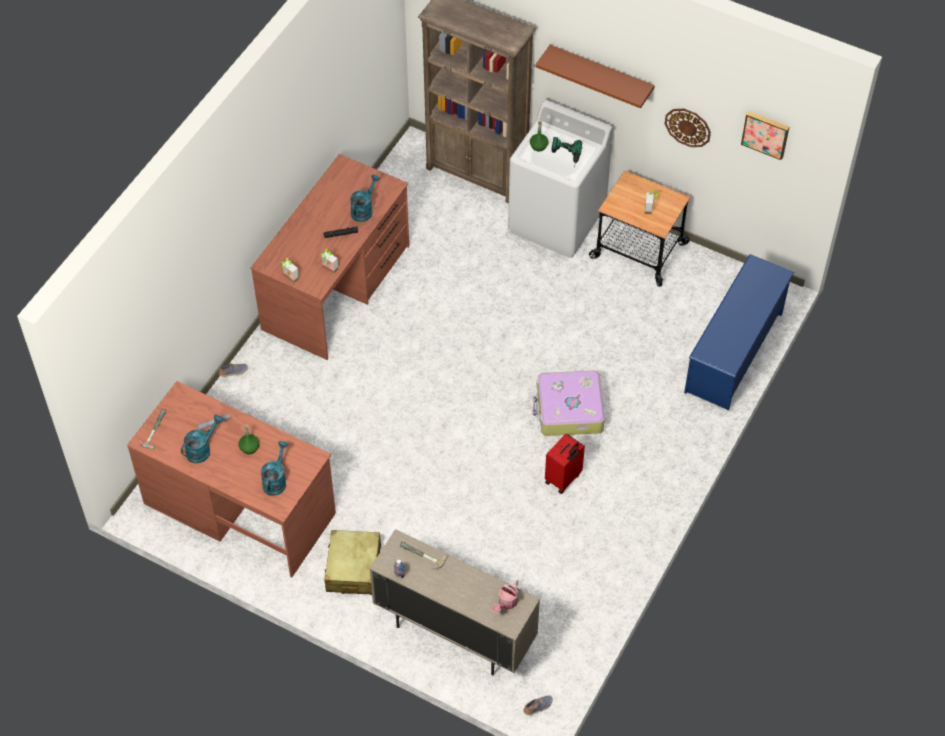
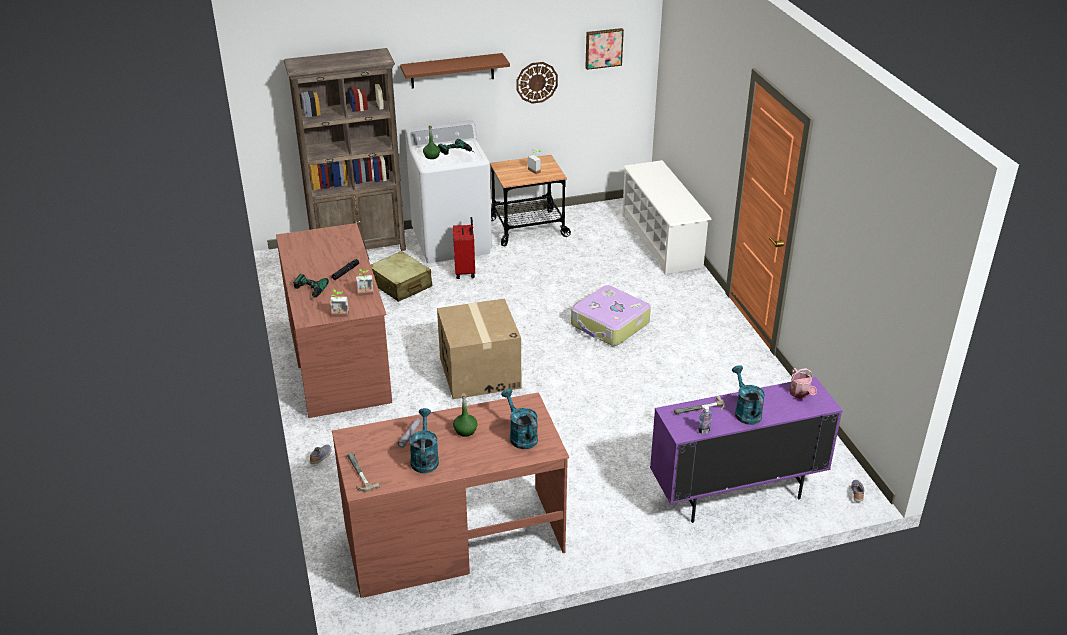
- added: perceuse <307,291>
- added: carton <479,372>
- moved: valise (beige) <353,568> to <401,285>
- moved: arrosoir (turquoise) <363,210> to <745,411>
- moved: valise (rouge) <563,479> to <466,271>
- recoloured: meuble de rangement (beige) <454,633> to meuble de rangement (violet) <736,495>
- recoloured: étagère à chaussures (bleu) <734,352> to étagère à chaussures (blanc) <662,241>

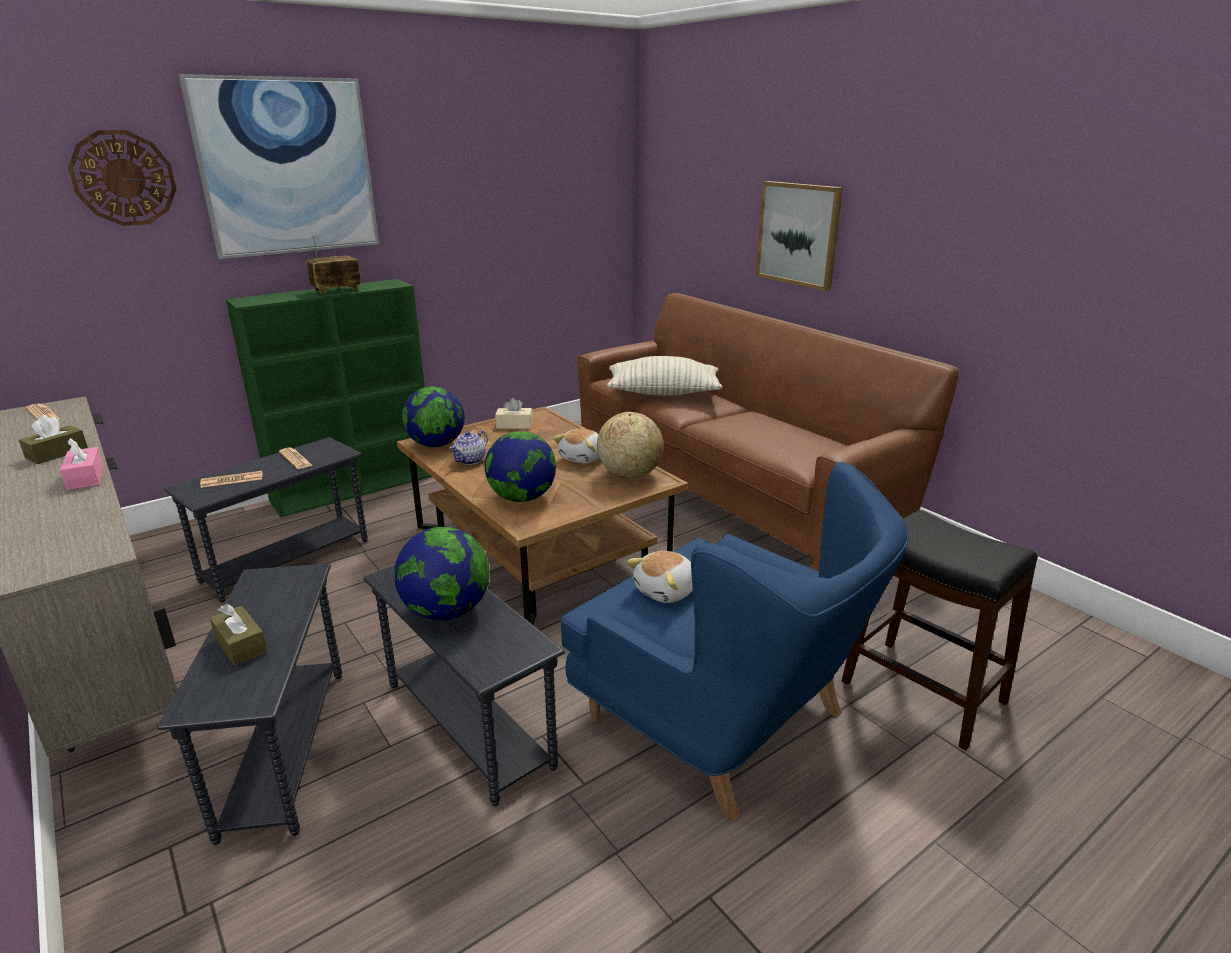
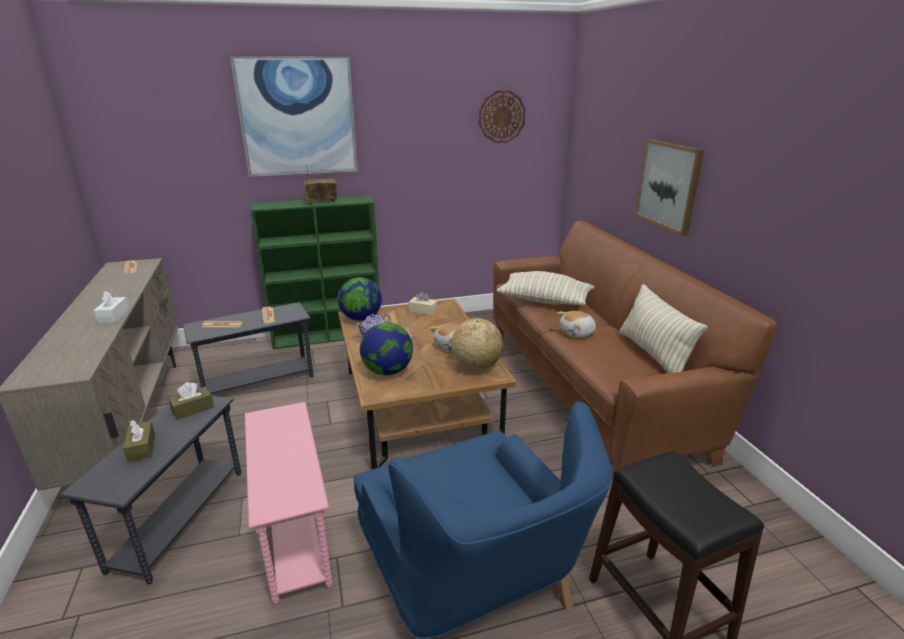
- removed: globe <446,611>
- added: coussin <653,355>
- moved: boîte à mouchoirs (marron) <57,453> to <193,409>
- moved: horloge murale <124,178> to <501,117>
- moved: peluche <667,591> to <577,333>
- recoloured: boîte à mouchoirs (rose) <86,478> to boîte à mouchoirs (blanc) <113,316>
- recoloured: table d'appoint (gris) <467,725> to table d'appoint (rose) <293,534>

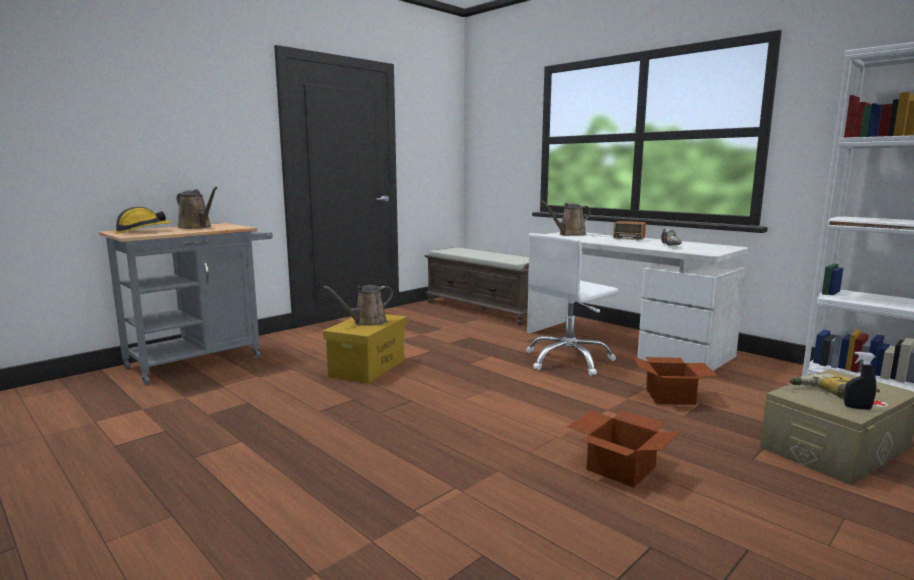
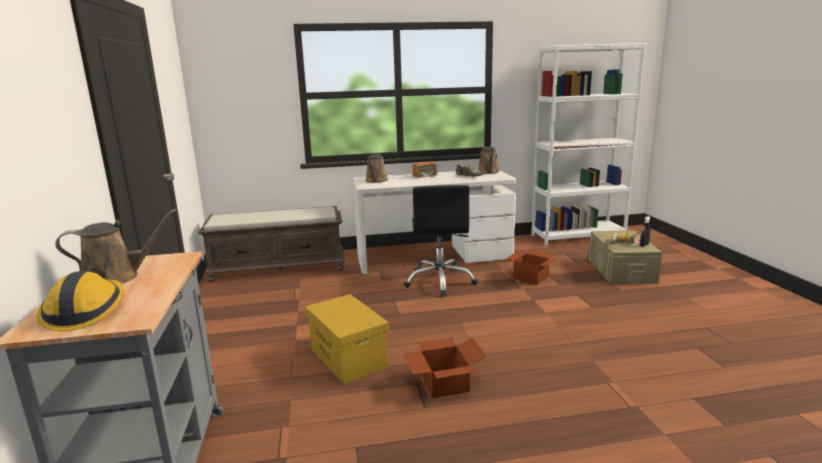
- moved: arrosoir (marron) <367,322> to <488,172>
- moved: carton <620,467> to <443,383>
- recoloured: chaise de bureau (blanc) <568,360> to chaise de bureau (noir) <440,281>

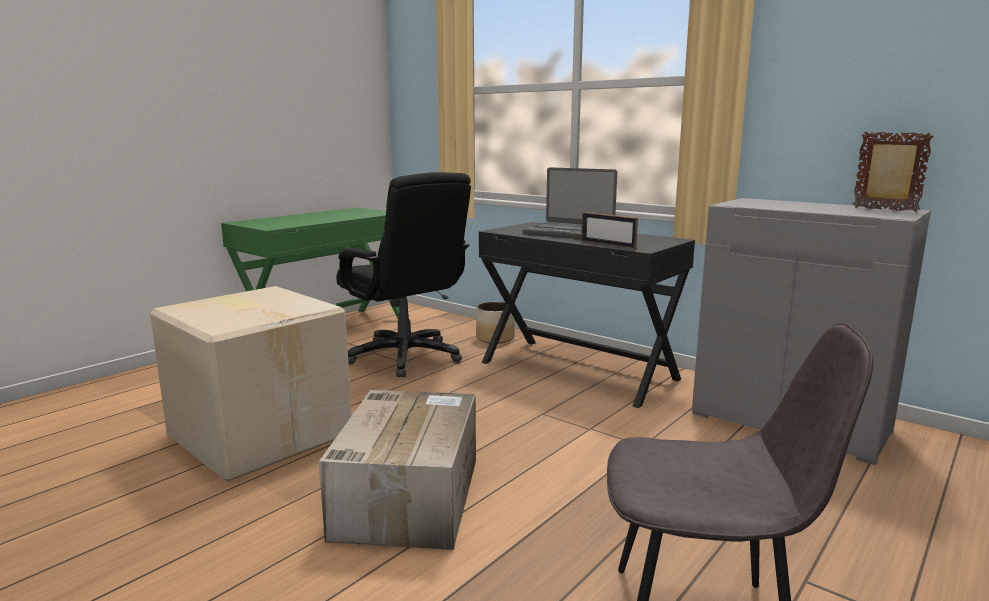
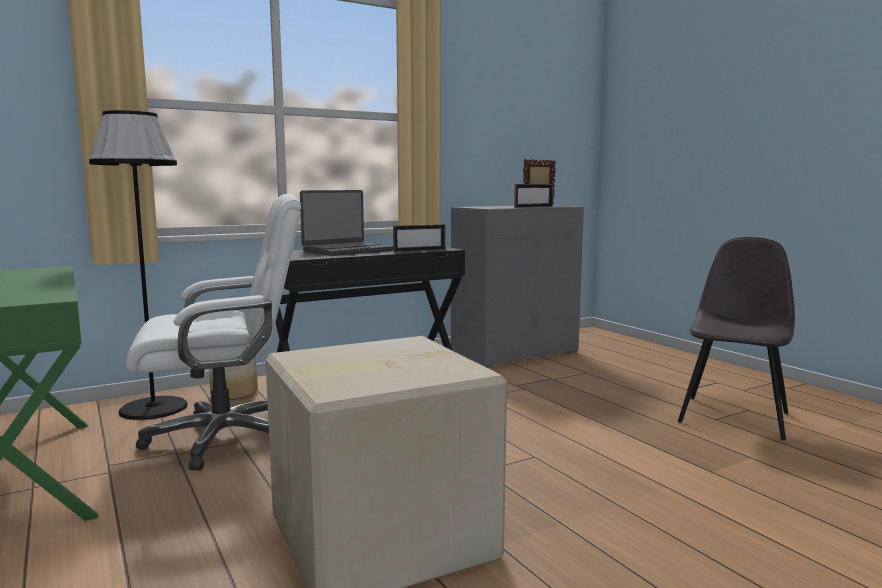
- removed: carton <408,495>
- added: lampadaire (noir) <153,408>
- added: cadre photo <533,207>
- recoloured: chaise de bureau (noir) <406,357> to chaise de bureau (blanc) <224,438>

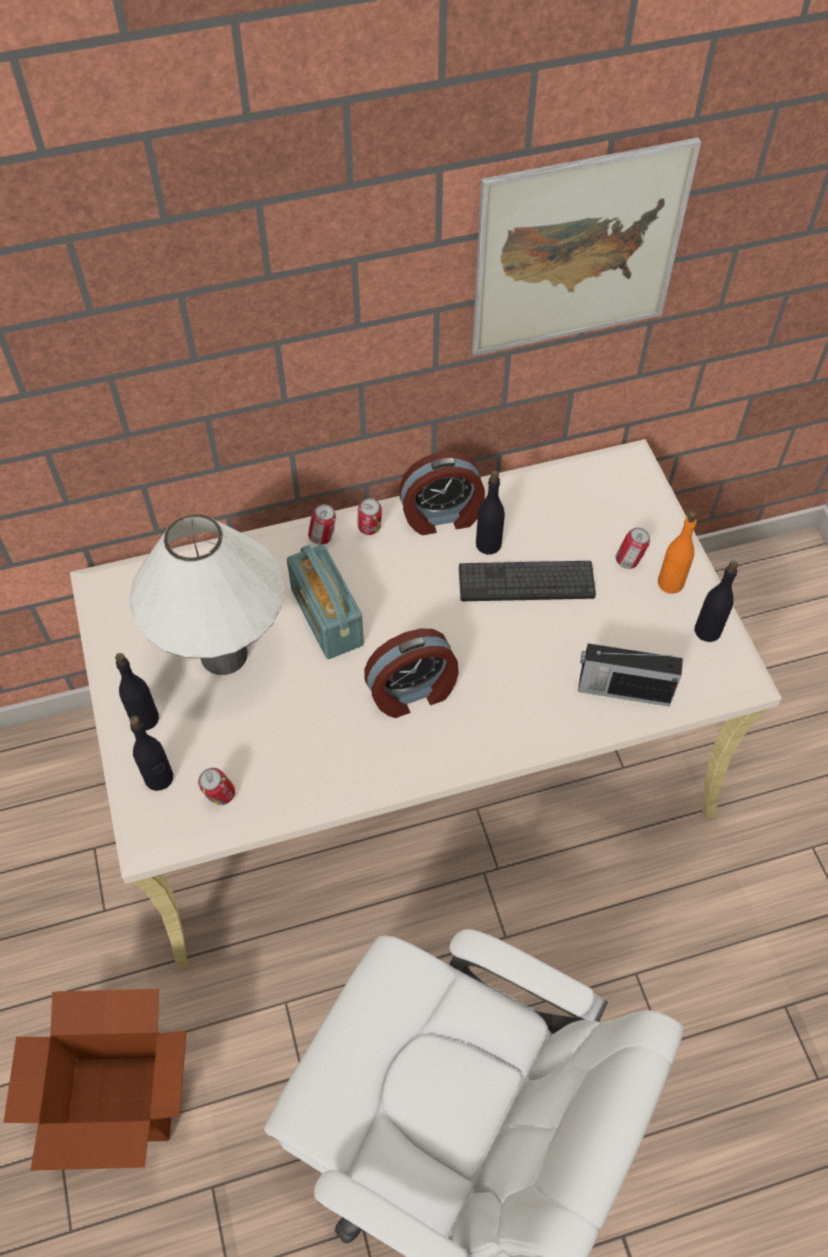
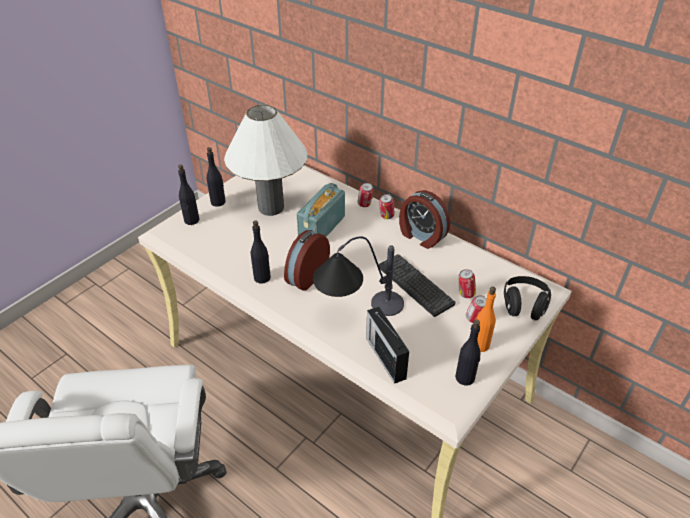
- removed: carton <121,1099>
- removed: tableau <578,250>
- added: lampe de table <357,314>
- added: casque audio (noir) <524,306>
- moved: boîte métallique <220,796> to <465,294>
- moved: bouteille (noir) <488,544> to <262,277>
- turned: réveil <412,693> = <306,276> 90 degrees clockwise

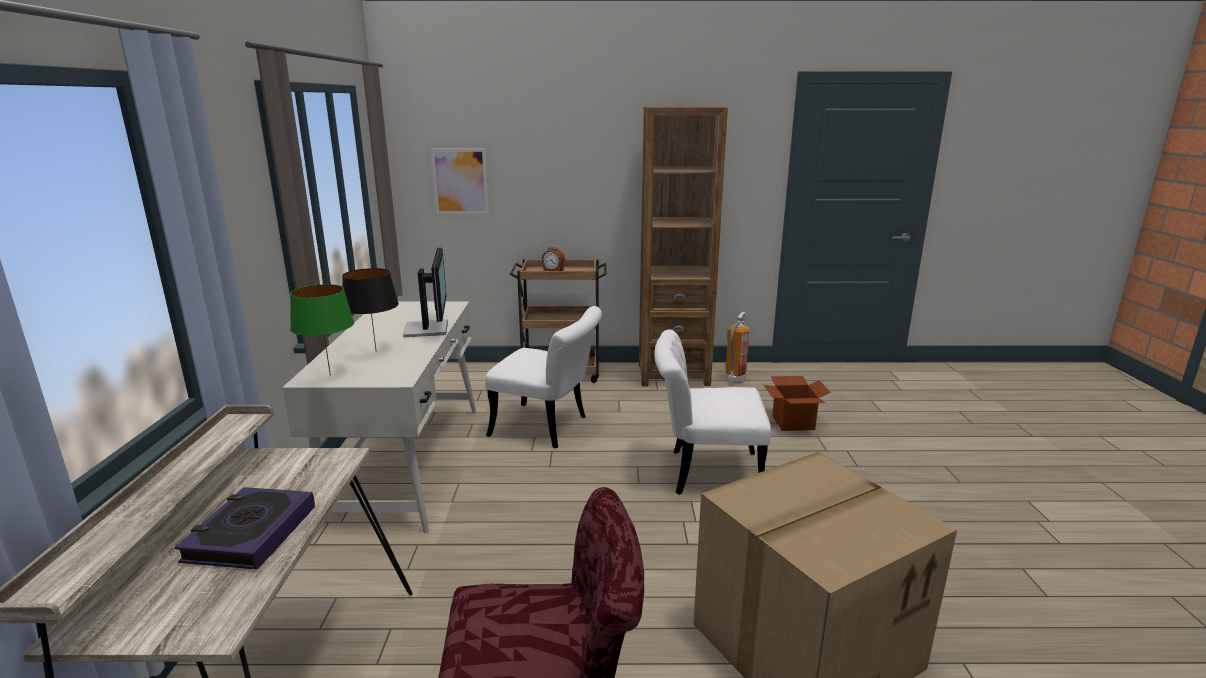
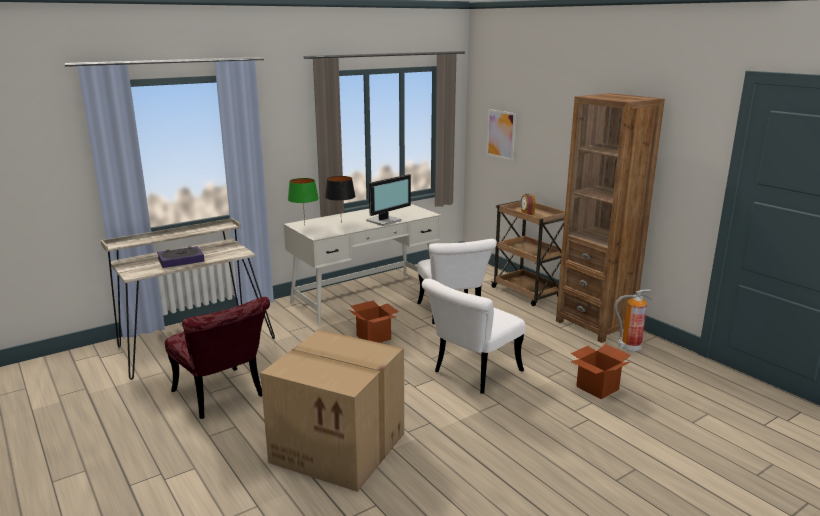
- added: carton <373,337>
- turned: chaise (blanc) <704,473> = <472,374> 105 degrees counterclockwise

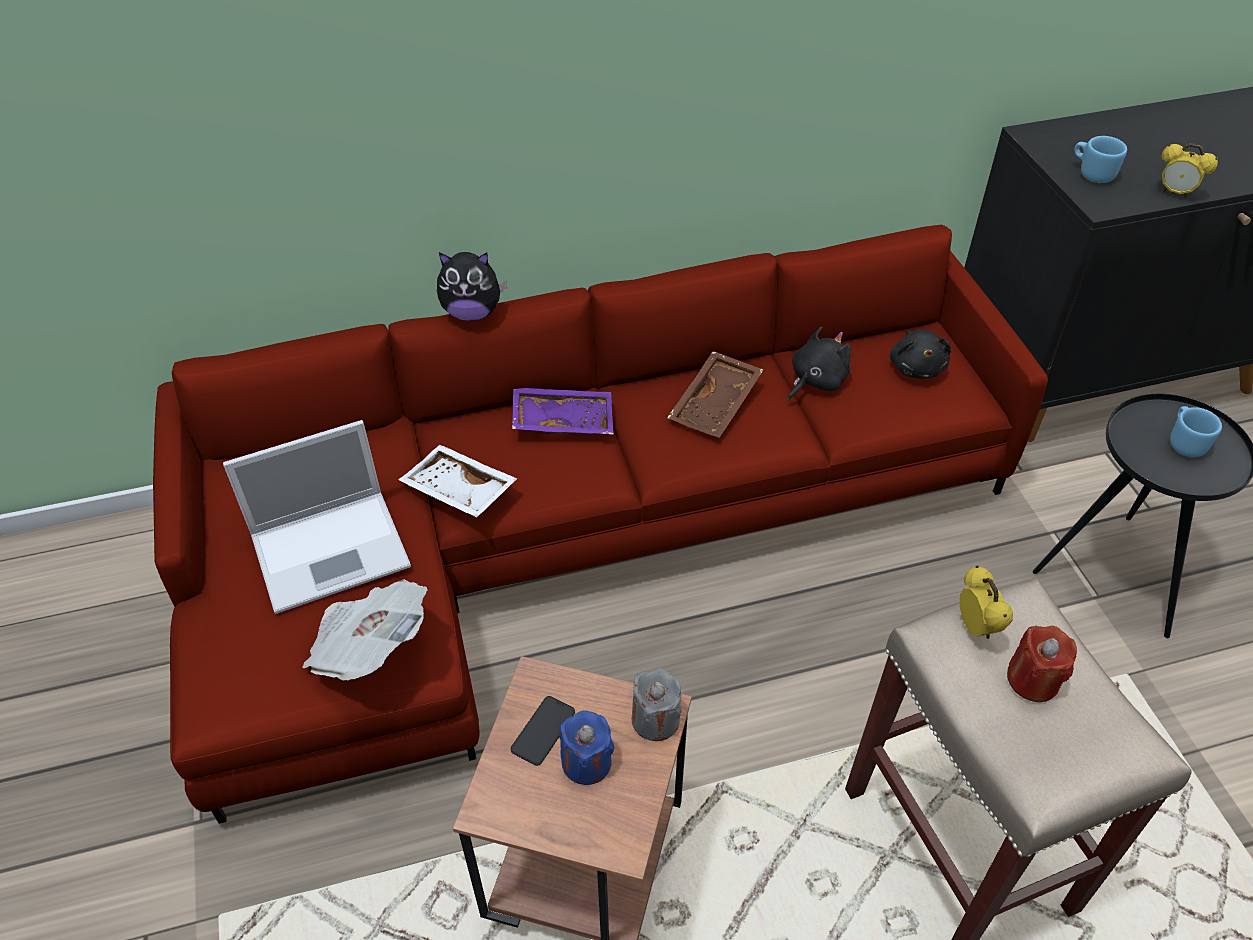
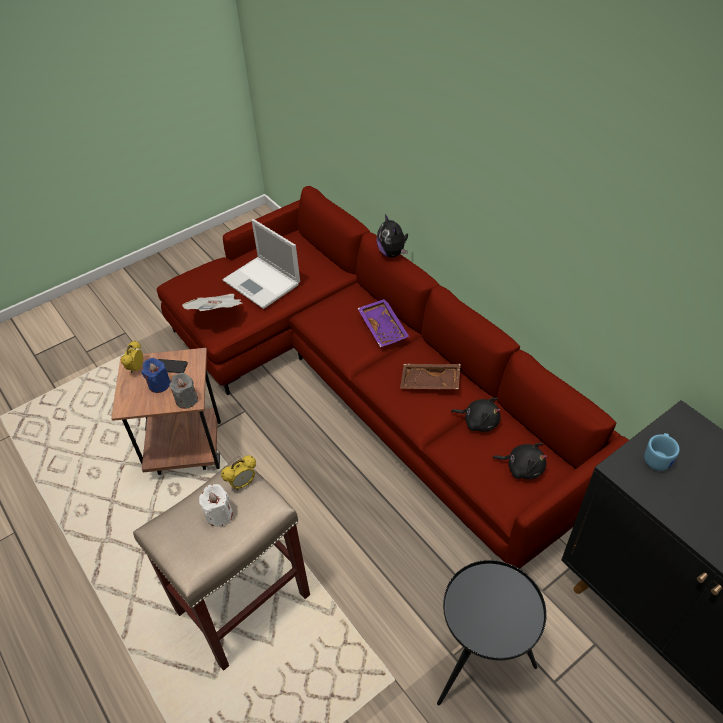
- removed: plateau (blanc) <457,491>
- removed: mug (bleu) <1185,442>
- moved: réveil <1175,193> to <136,368>
- recoloured: bougie (rouge) <1032,680> to bougie (blanc) <219,514>
- turned: peluche (noir) <916,367> = <522,467> 135 degrees counterclockwise

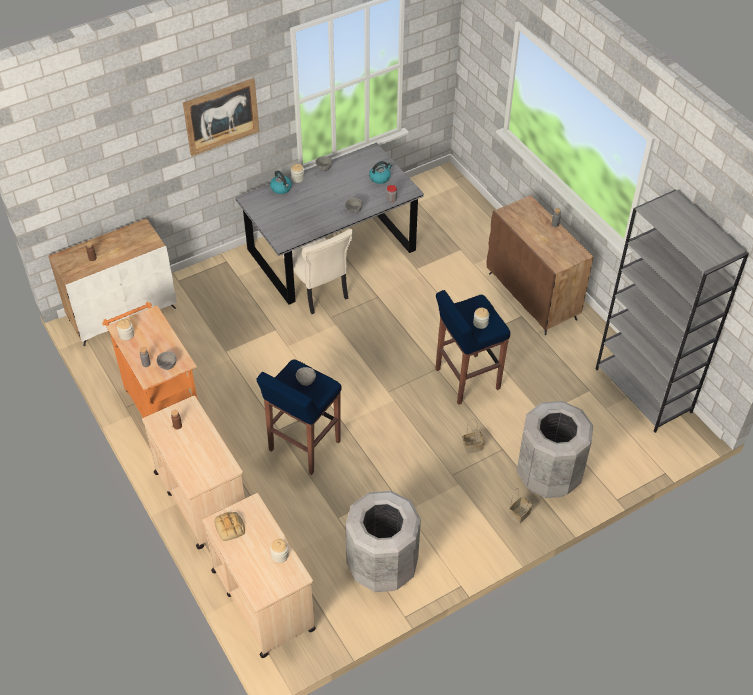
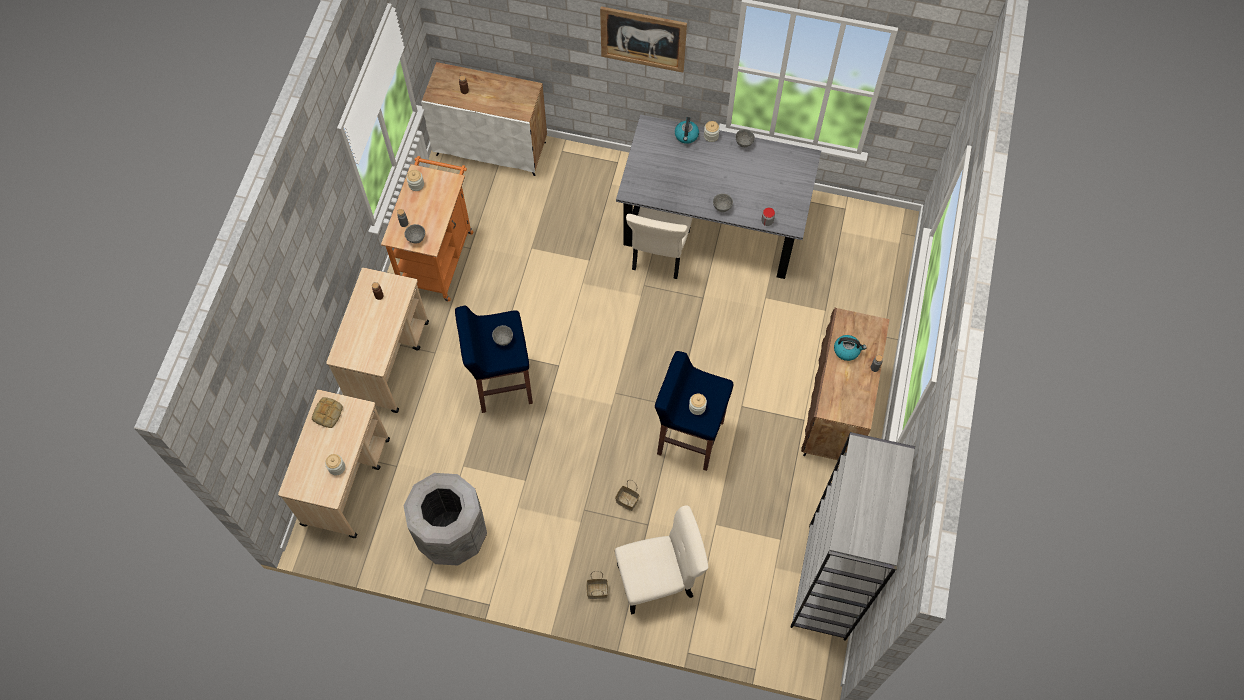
- moved: bouilloire <380,178> to <847,350>
- replaced: poubelle (gris) <548,474> to chaise (beige) <658,580>

